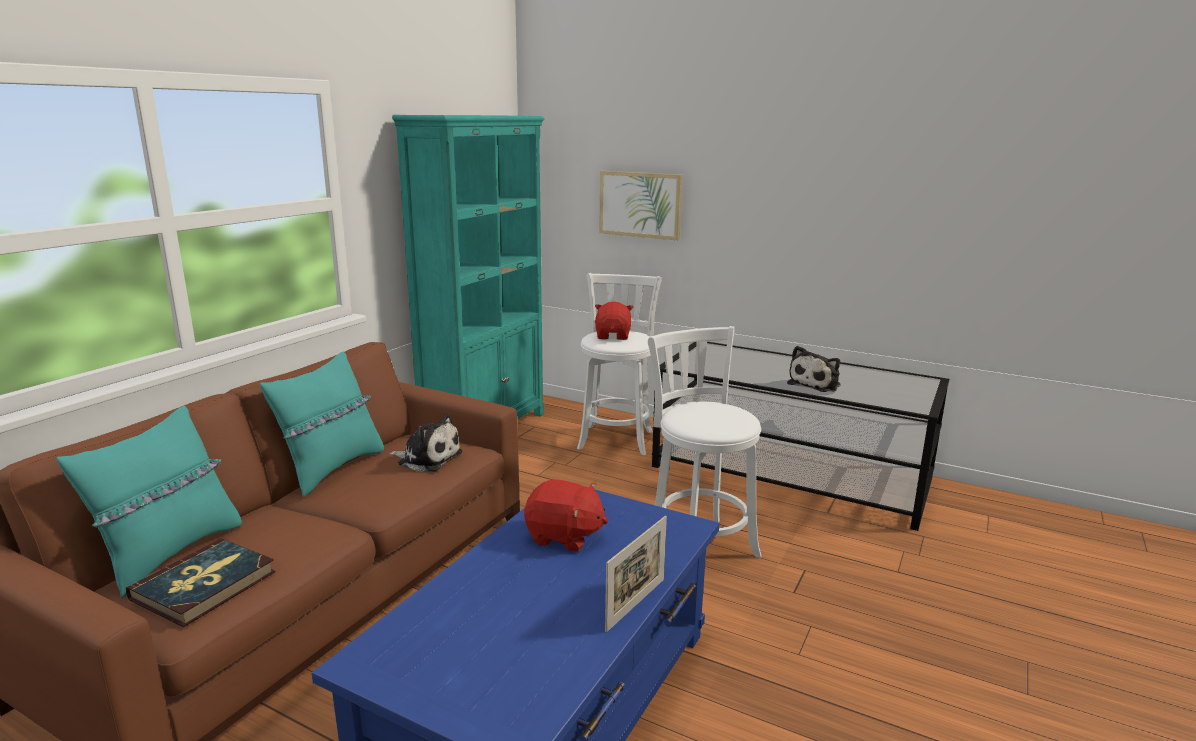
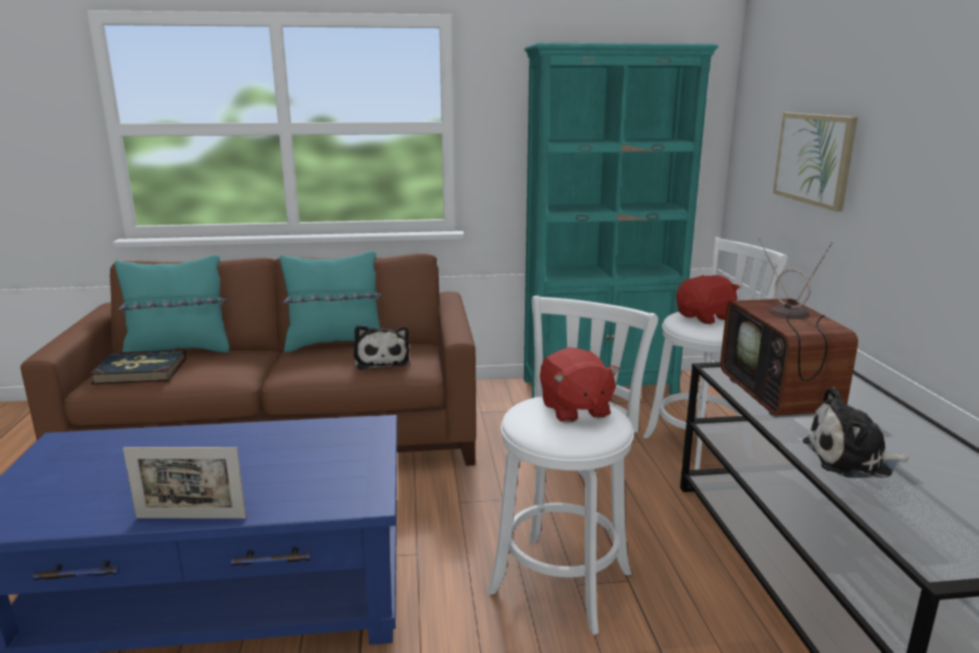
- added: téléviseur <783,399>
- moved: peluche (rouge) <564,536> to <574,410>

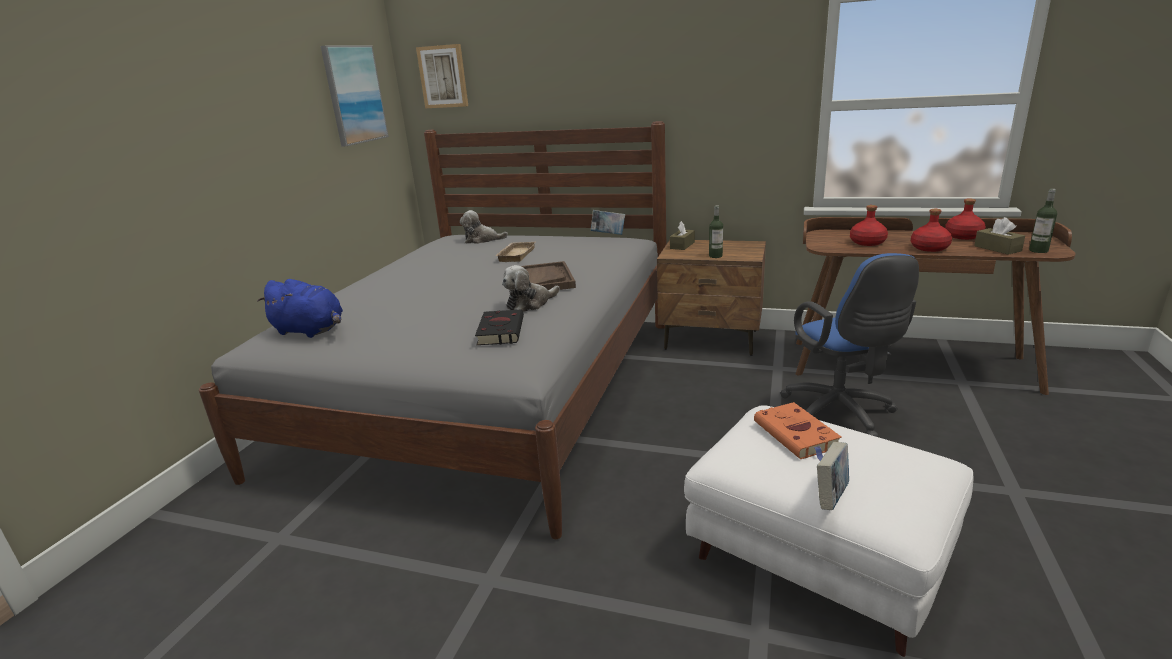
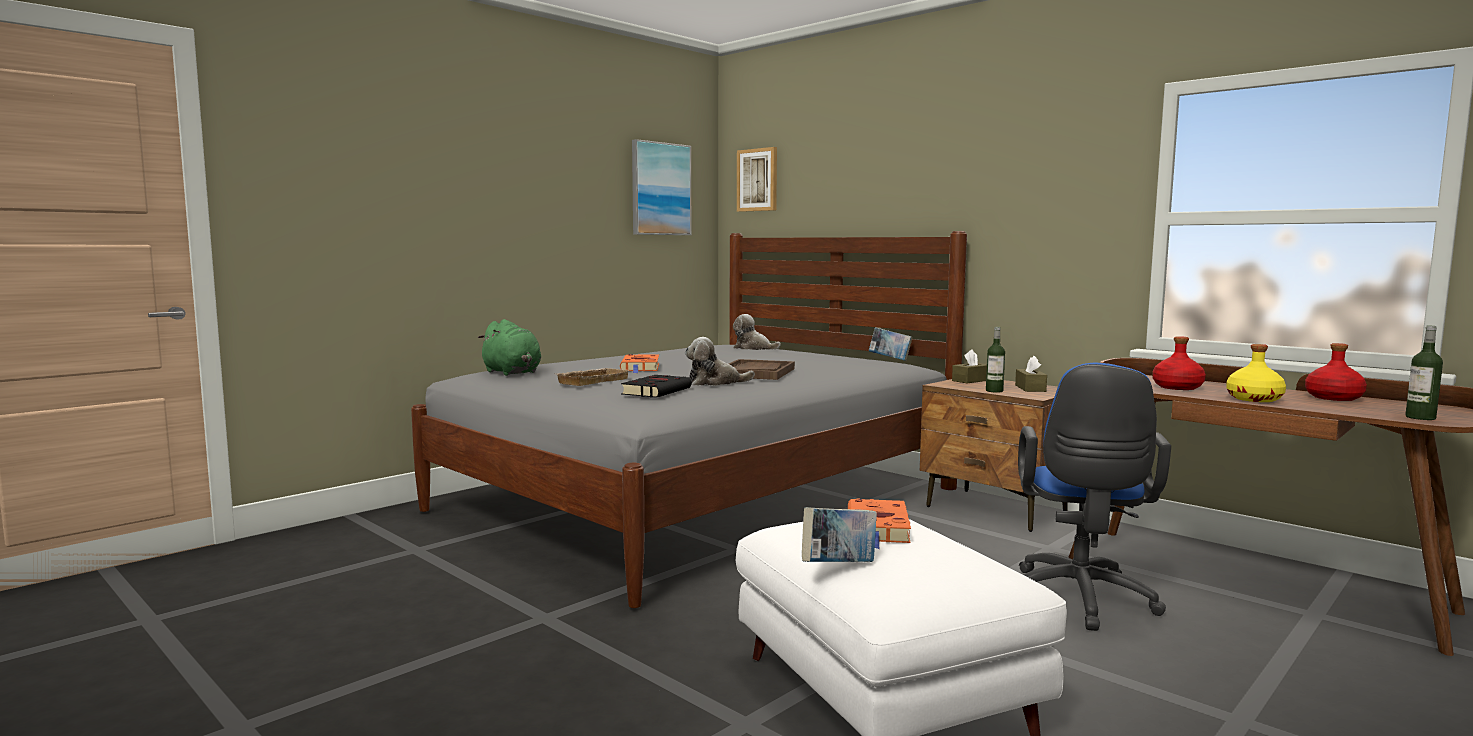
- added: livre (orange) <640,367>
- moved: plateau (beige) <515,255> to <592,381>
- moved: boîte à mouchoirs (marron) <997,248> to <1030,388>
- recoloured: peluche (bleu) <311,331> to peluche (vert) <512,373>
- recoloured: bouteille (rouge) <930,248> to bouteille (jaune) <1254,399>

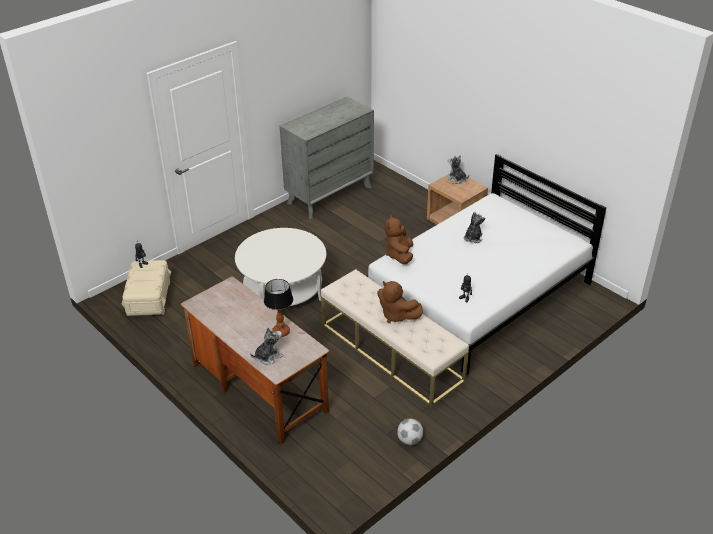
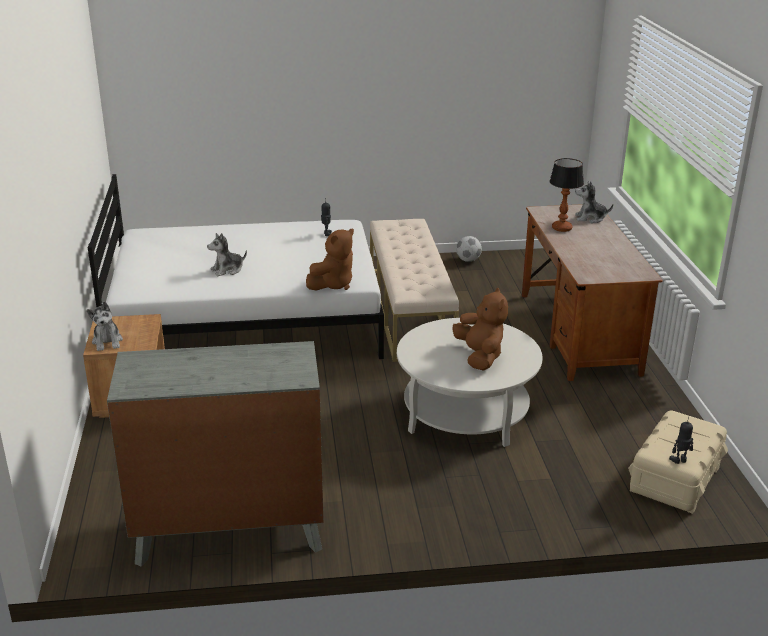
- moved: peluche (marron) <396,315> to <480,356>

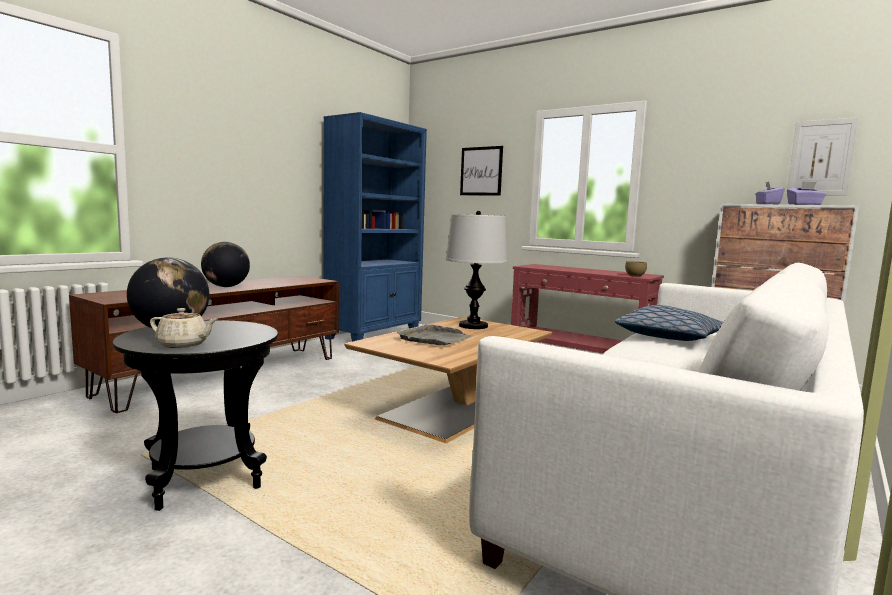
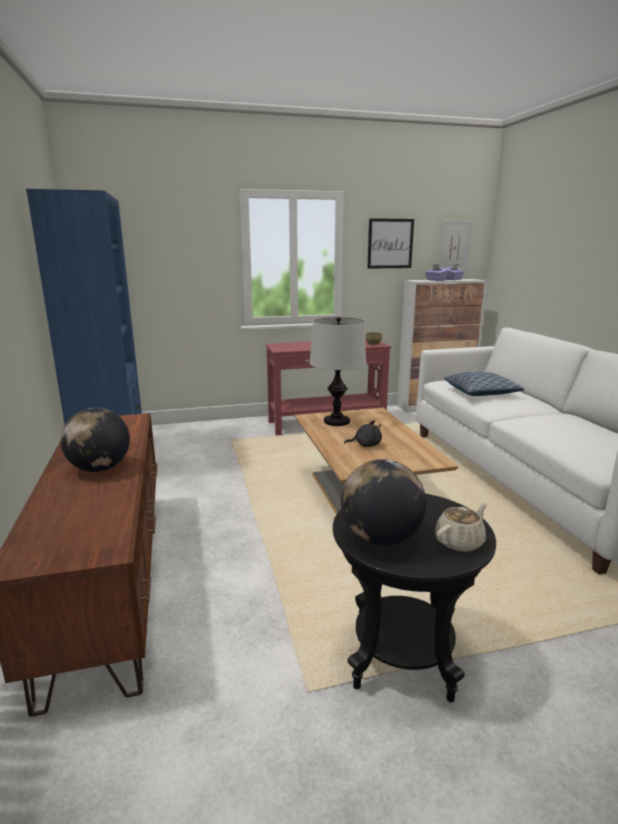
- moved: tableau <481,171> to <390,243>
- replaced: plateau (gris) <435,339> to peluche (noir) <365,445>

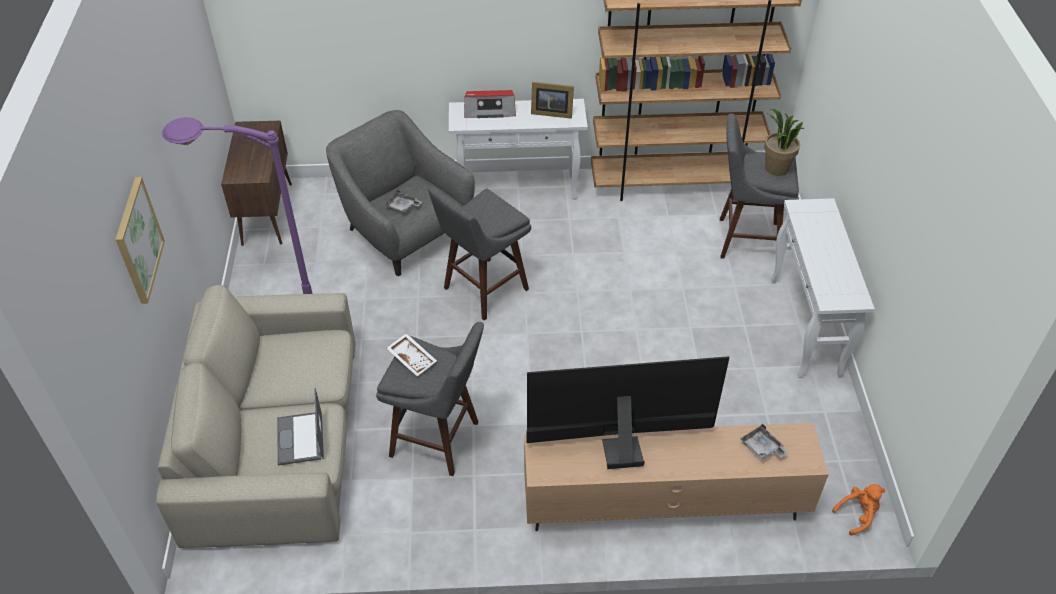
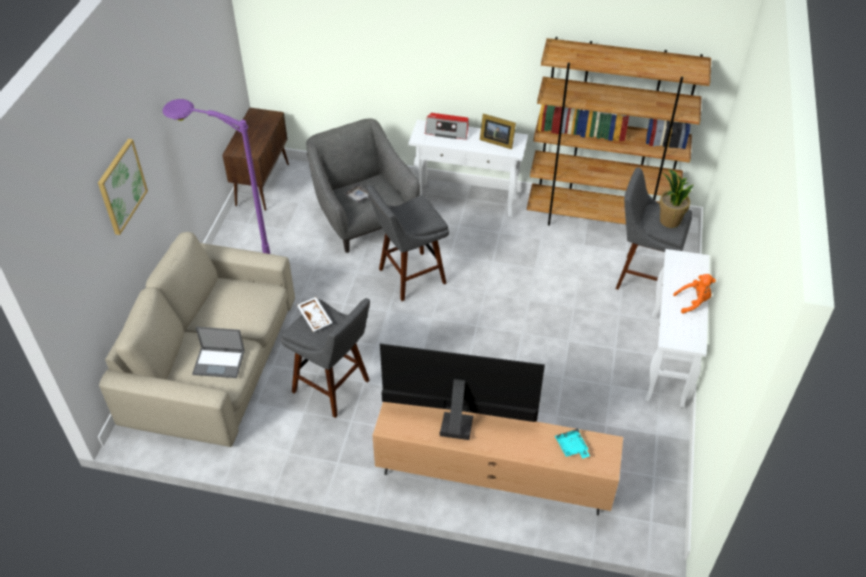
- moved: peluche (orange) <857,515> to <693,302>
- recoloured: plateau (gris) <762,448> to plateau (turquoise) <571,447>
- turned: ordinateur portable <300,439> = <219,362> 90 degrees counterclockwise

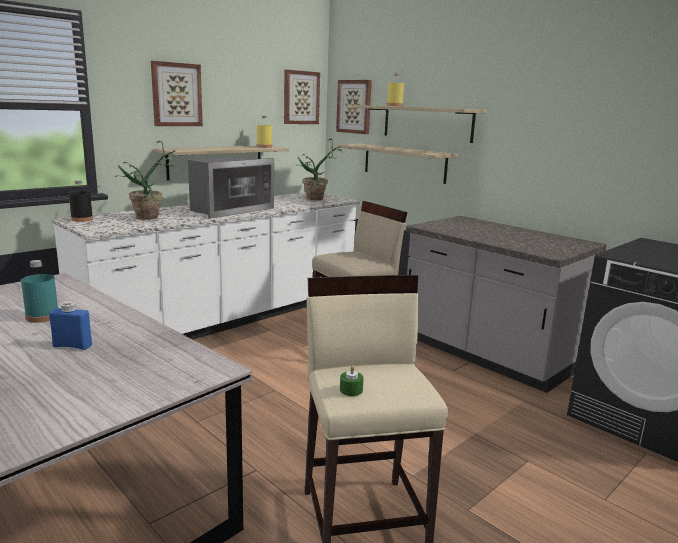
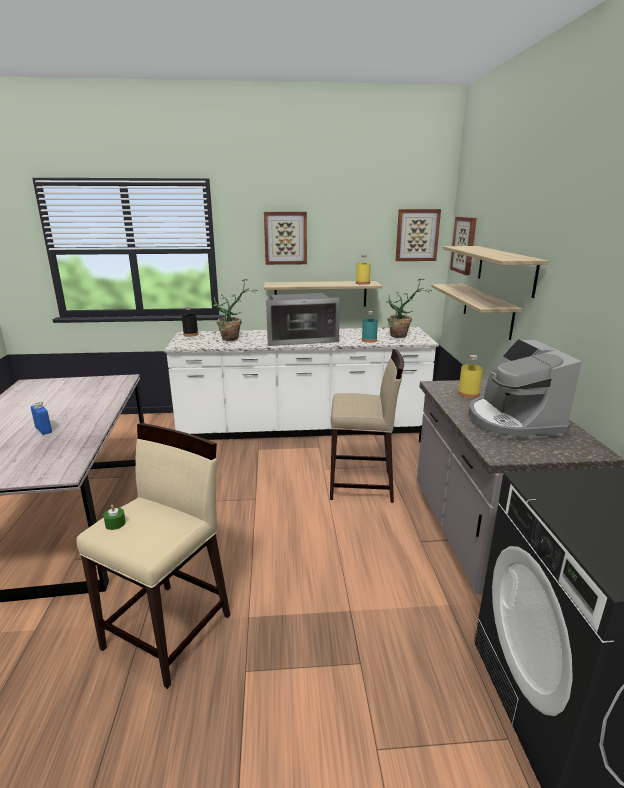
- added: machine à café <512,421>
- moved: bouteille (turquoise) <42,317> to <369,340>
- moved: bouteille (jaune) <394,106> to <468,394>

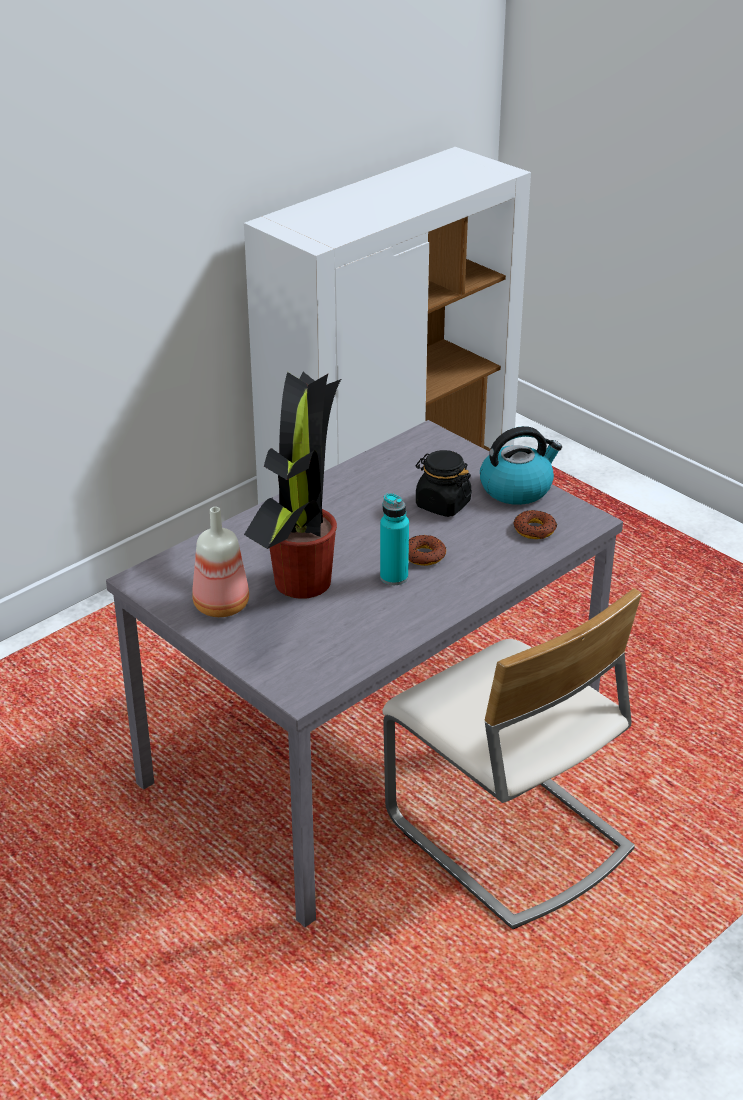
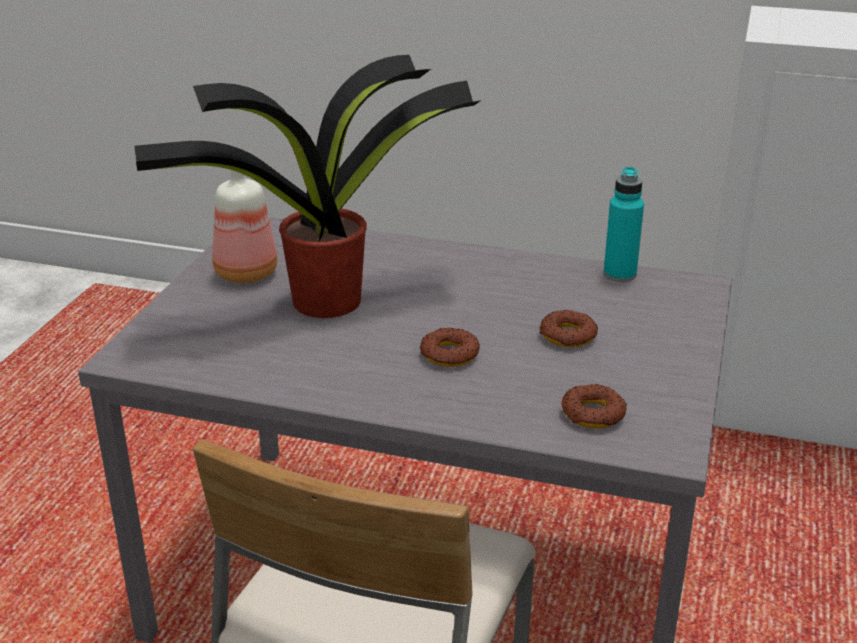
- removed: bouilloire <517,488>
- moved: bouteille (turquoise) <394,577> to <619,274>
- replaced: bocal (noir) <442,504> to beignet <568,336>

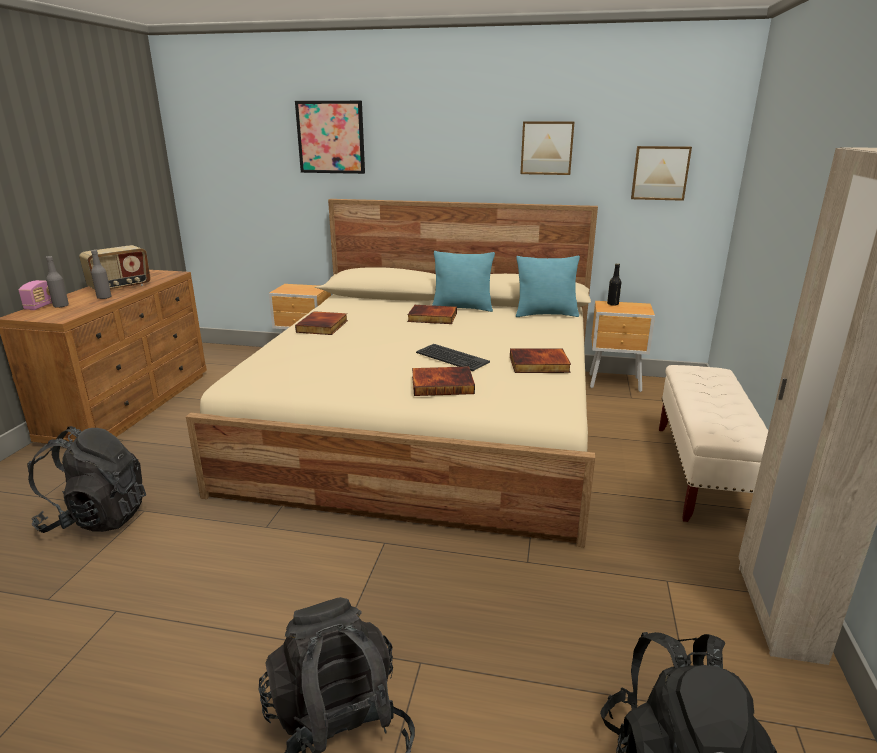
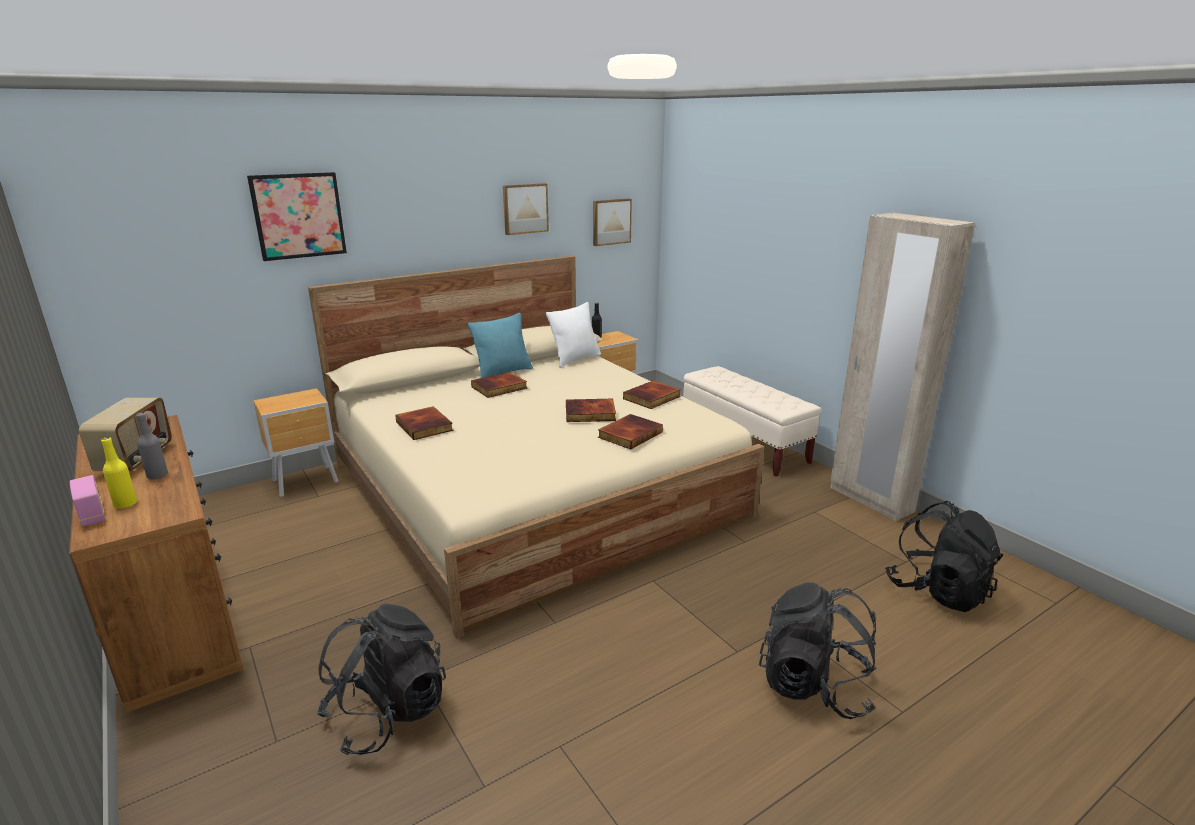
- replaced: clavier <451,358> to livre <589,414>
- recoloured: bouteille (gris) <61,306> to bouteille (jaune) <126,504>
- recoloured: coussin (turquoise) <546,314> to coussin (blanc) <575,359>

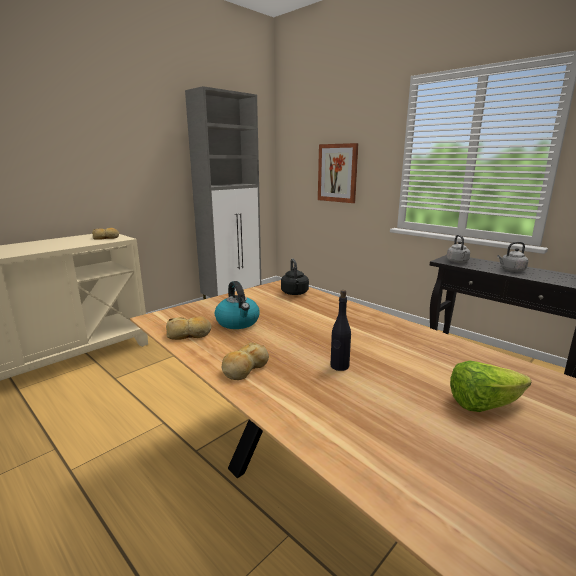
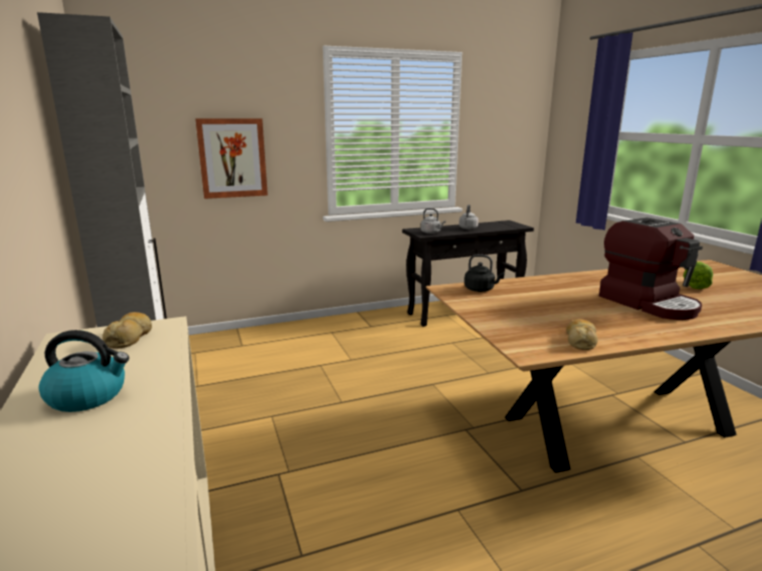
- removed: pain <244,368>
- moved: bouilloire <238,322> to <88,396>
- replaced: bouteille (noir) <339,366> to machine à café <649,303>

